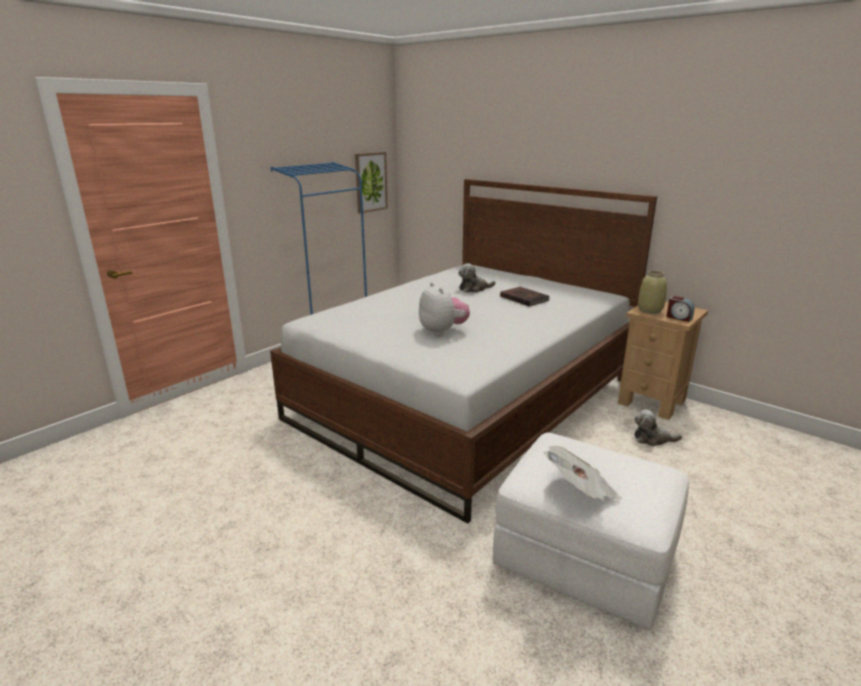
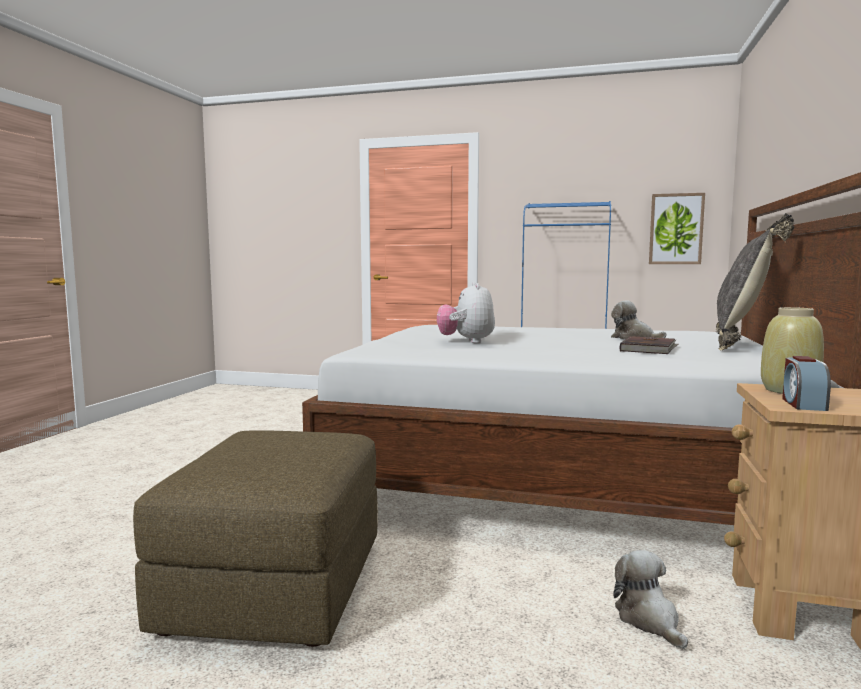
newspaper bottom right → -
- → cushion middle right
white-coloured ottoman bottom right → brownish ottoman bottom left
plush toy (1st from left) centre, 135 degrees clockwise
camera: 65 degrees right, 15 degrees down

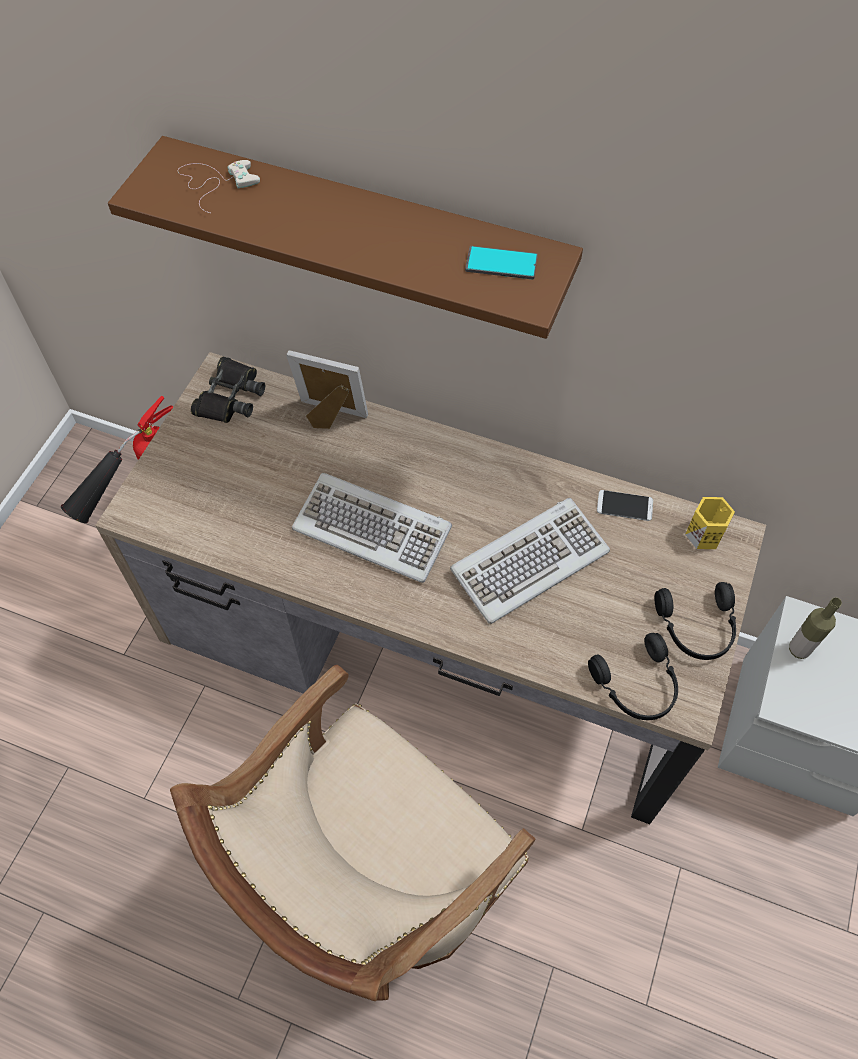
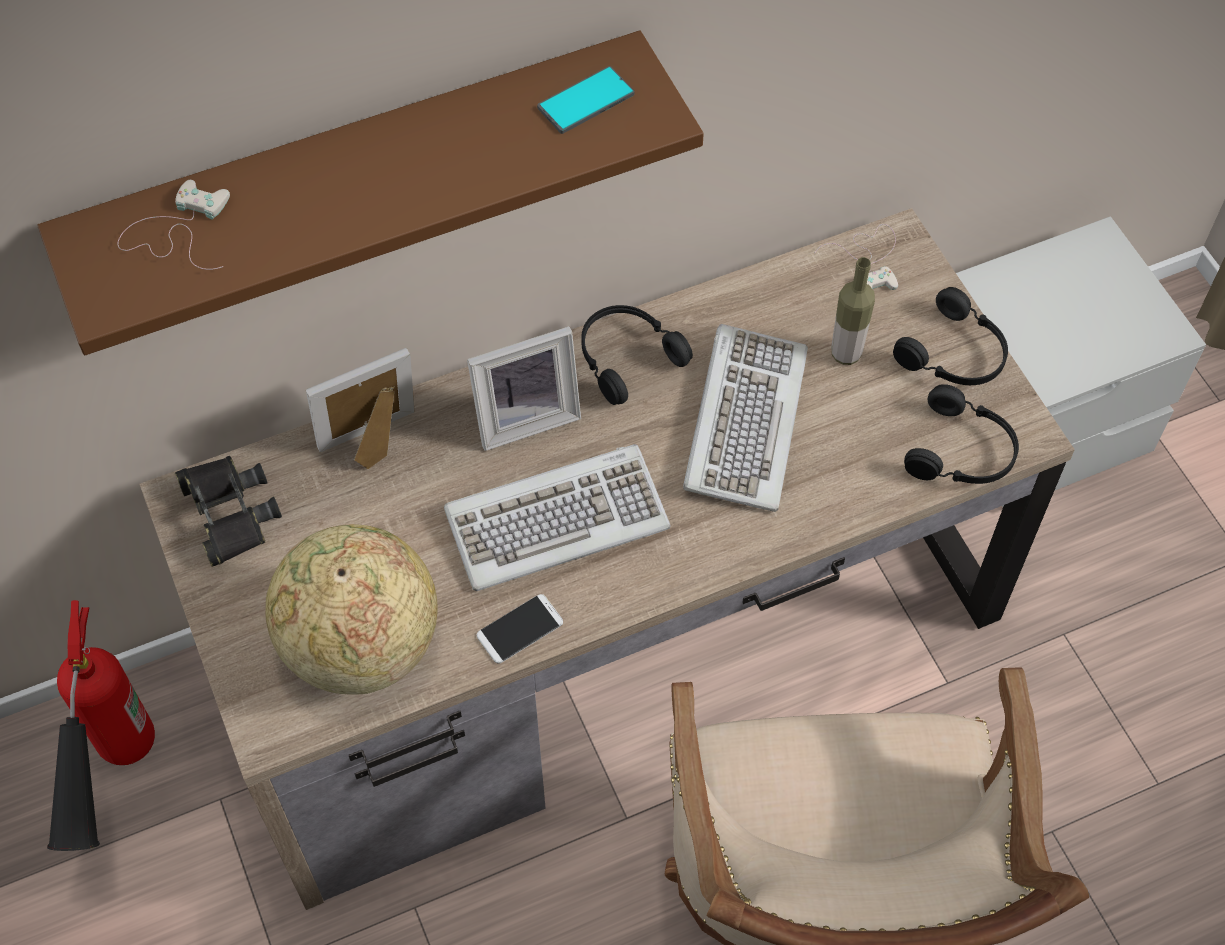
- → globe middle left
- → photo frame (2nd from left) centre
- → black pair of headphones (1st from left) centre
telephone (2nd from left in the first image) middle right → telephone (1st from left) centre, moved
bottle middle right → bottle top right, moved
yellow-coloured tea mug middle right → white-coloured joypad (2nd from left) top right
camera: 45 degrees left, 0 degrees up

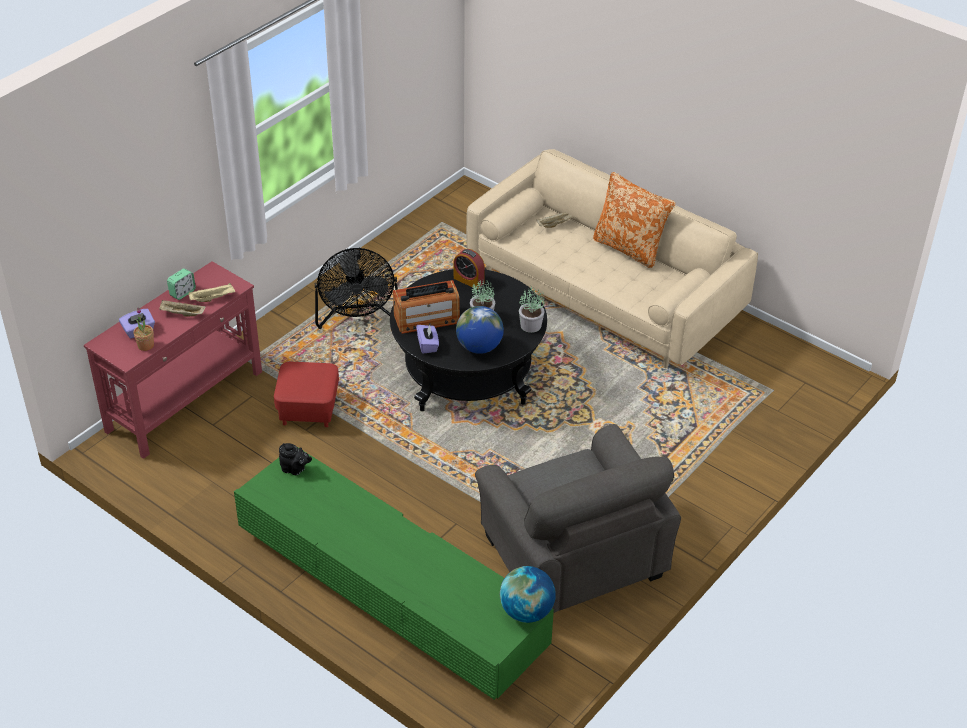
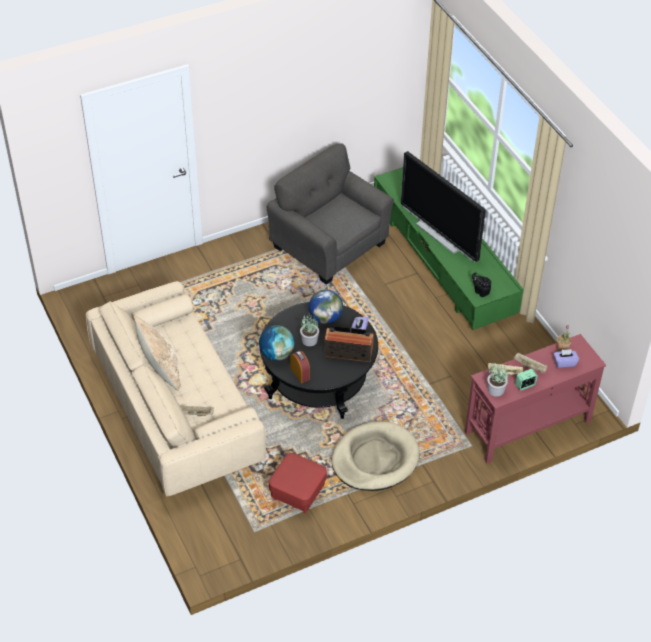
- → television top right
reddish ottoman middle left → reddish ottoman bottom centre, moved
globe (2nd from left in the first image) bottom centre → globe (1st from left) centre, moved
plant in a pot (3rd from left in the first image) centre → plant in a pot (2nd from left) middle right, moved
black fan centre → beige pet bed bottom centre
orange cushion top centre → beige cushion middle left
gray armchair bottom centre → gray armchair centre, 45 degrees counterclockwise
camera: 155 degrees left, 5 degrees up

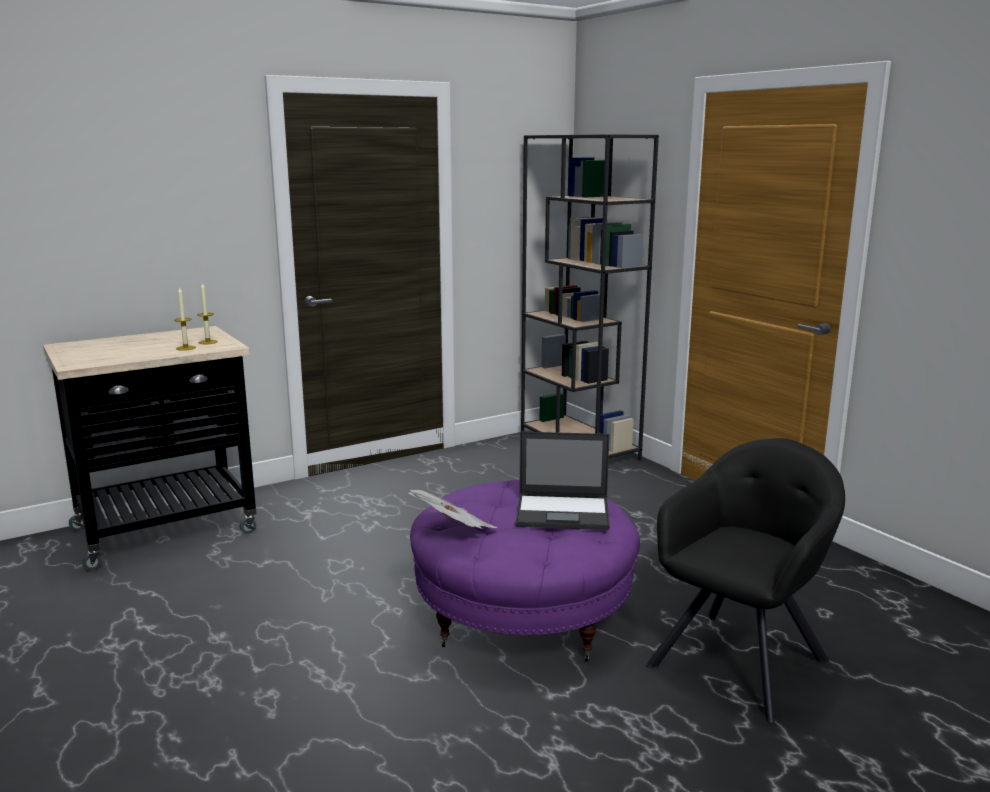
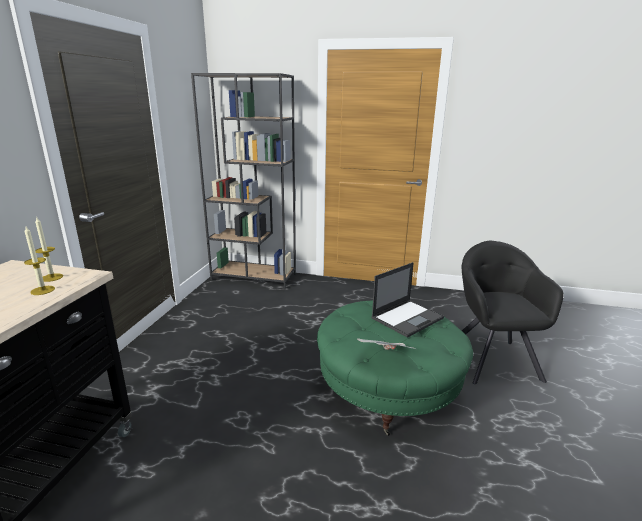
purplish ottoman bottom centre → greenish ottoman bottom centre
camera: 45 degrees left, 5 degrees up

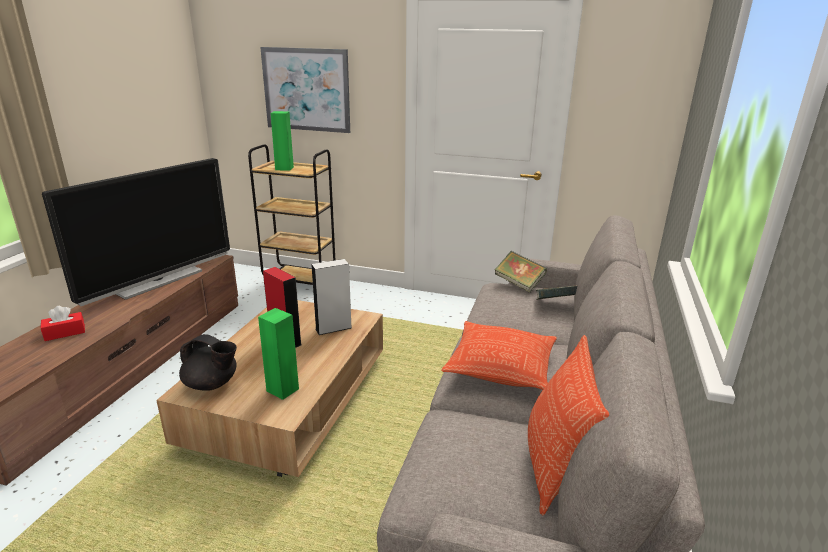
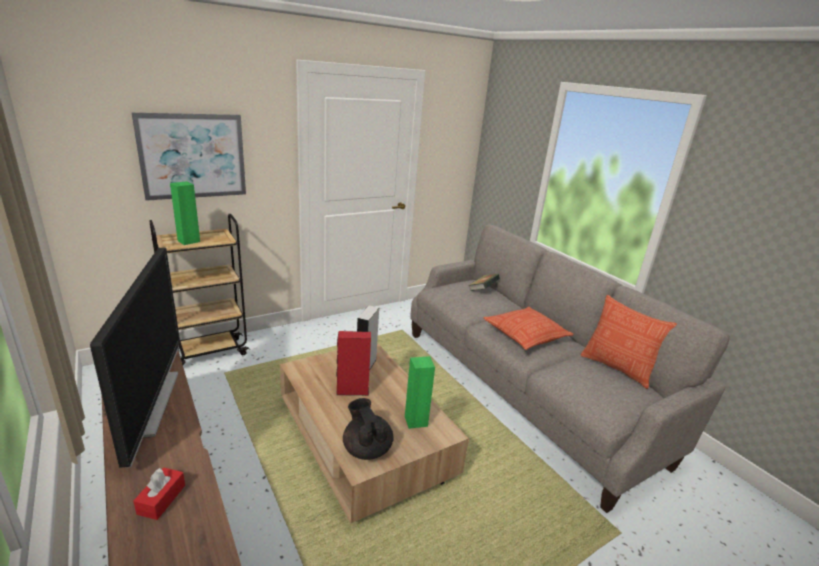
volume (1st from left) centre → -
black tea pot middle left → black tea pot bottom centre, 90 degrees counterclockwise
camera: 50 degrees left, 0 degrees up

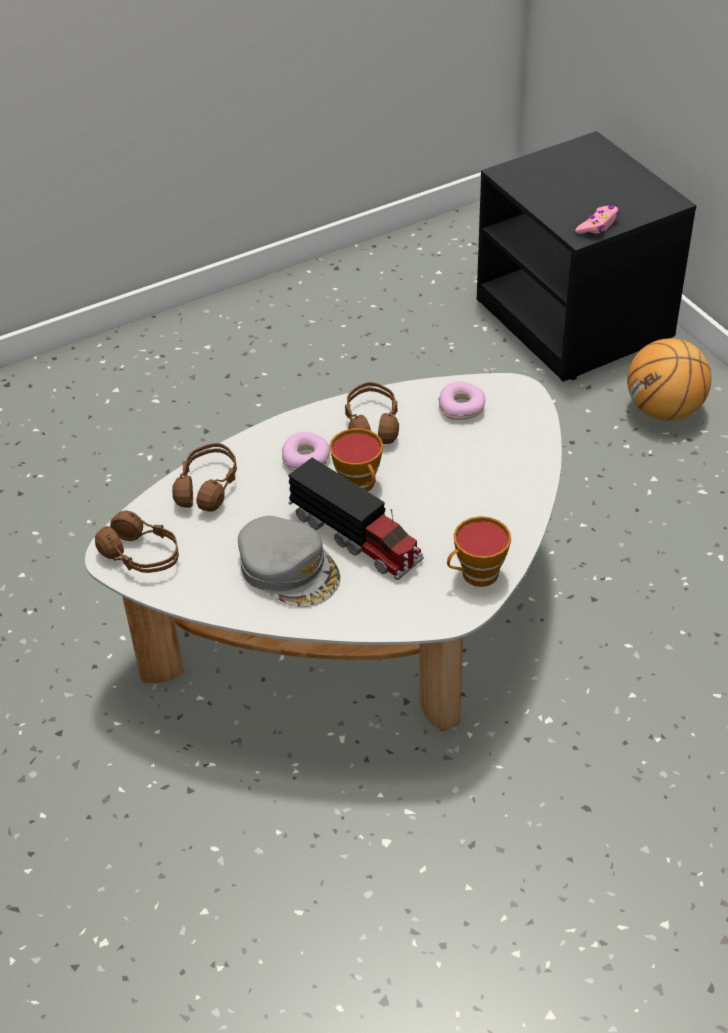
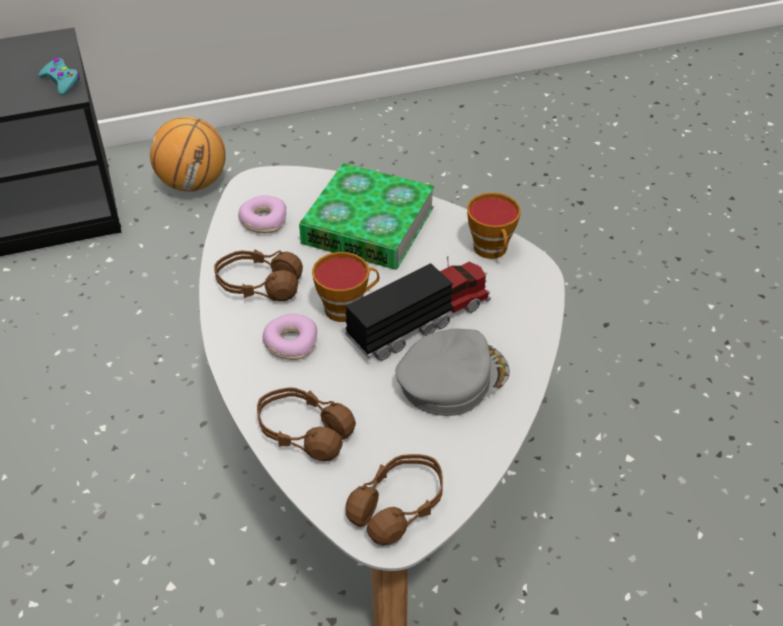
- → volume centre
pink-coloured joypad top right → turquoise joypad top left
camera: 80 degrees left, 0 degrees up

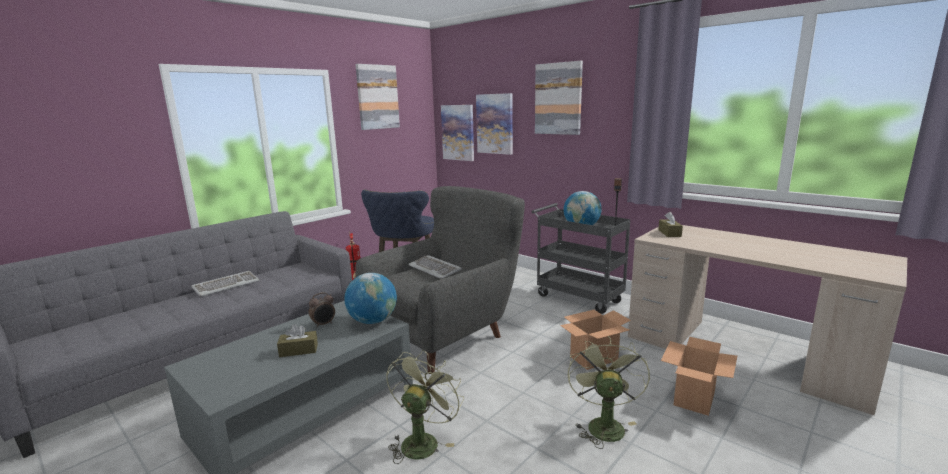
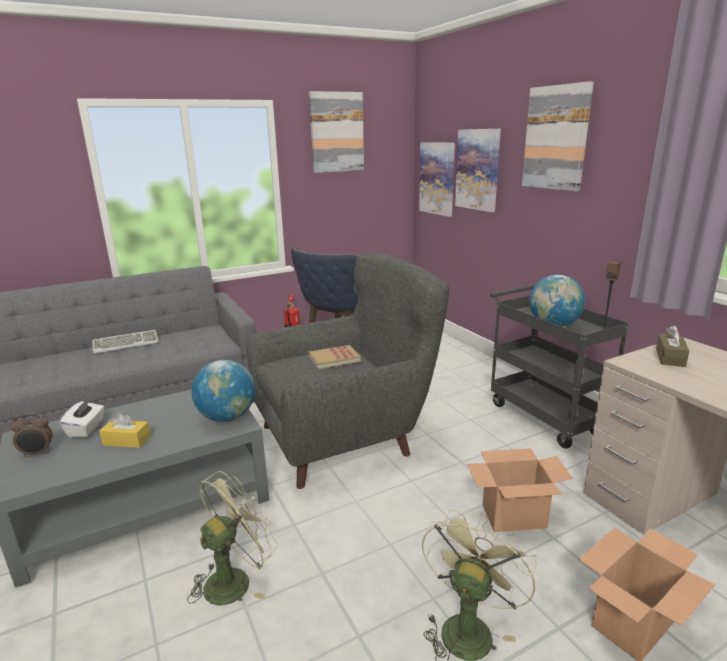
- → white-coloured tissue holder middle left
table clock centre → table clock middle left, moved
computer keyboard (2nd from left) centre → volume centre
brownish tissue holder (1st from left) bottom left → yellow-coloured tissue holder middle left
camera: 20 degrees right, 5 degrees up

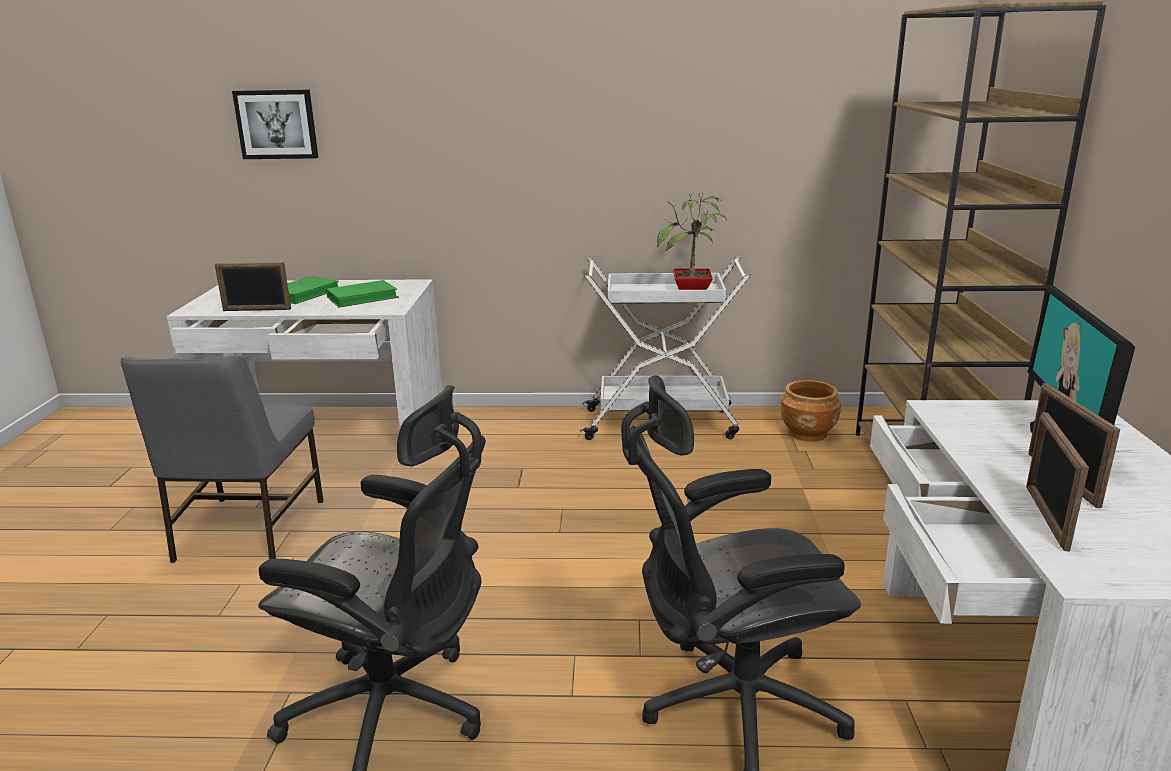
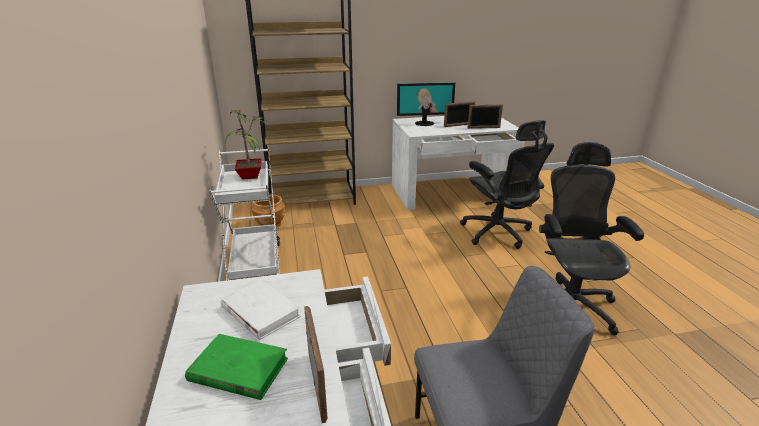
wall art top left → -
greenish volume (2nd from left) middle left → white-coloured volume bottom centre
camera: 105 degrees left, 5 degrees up

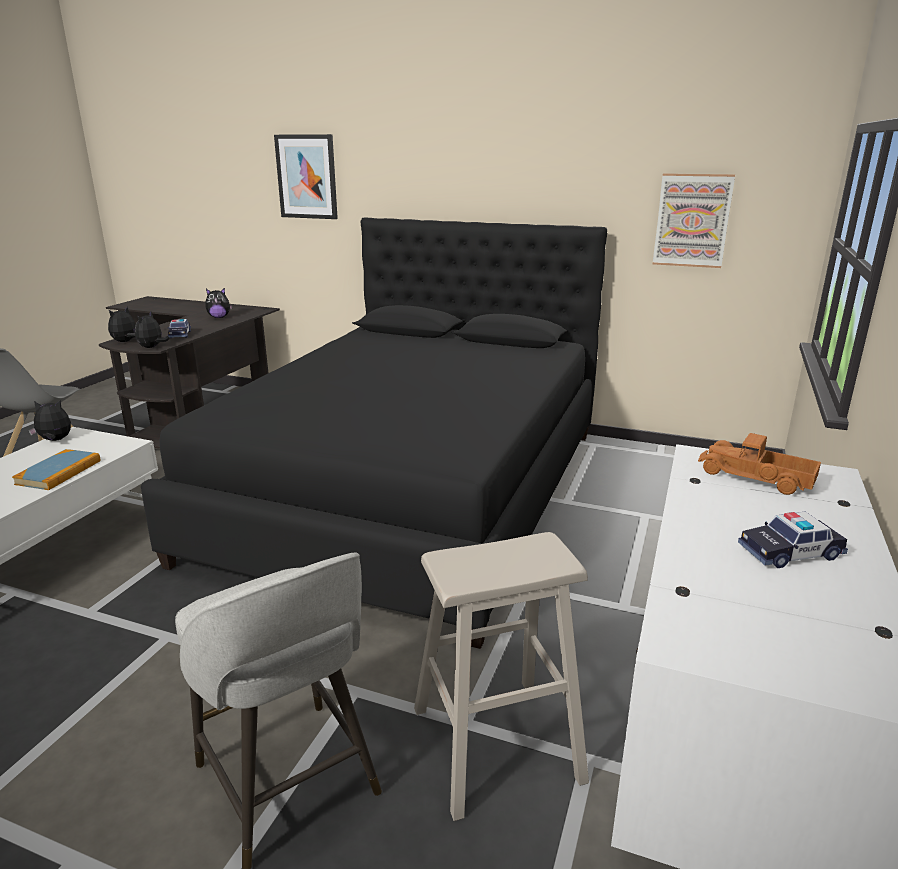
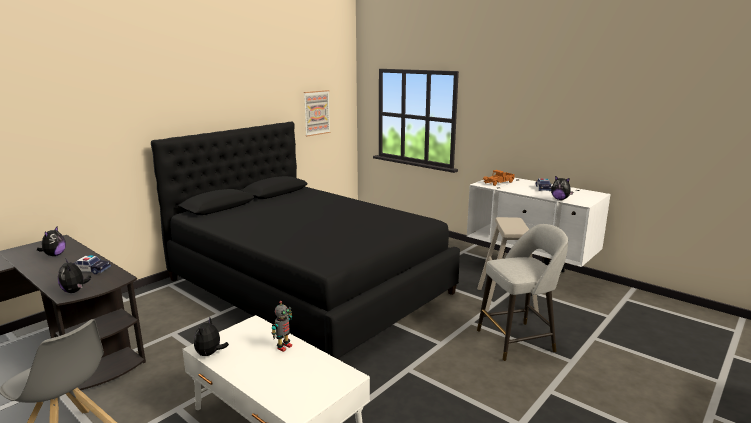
wall art (1st from left) top centre → -
plush toy (3rd from left in the first image) middle left → plush toy (4th from left) middle right, moved
volume middle left → robot figure bottom centre
camera: 70 degrees left, 5 degrees down

